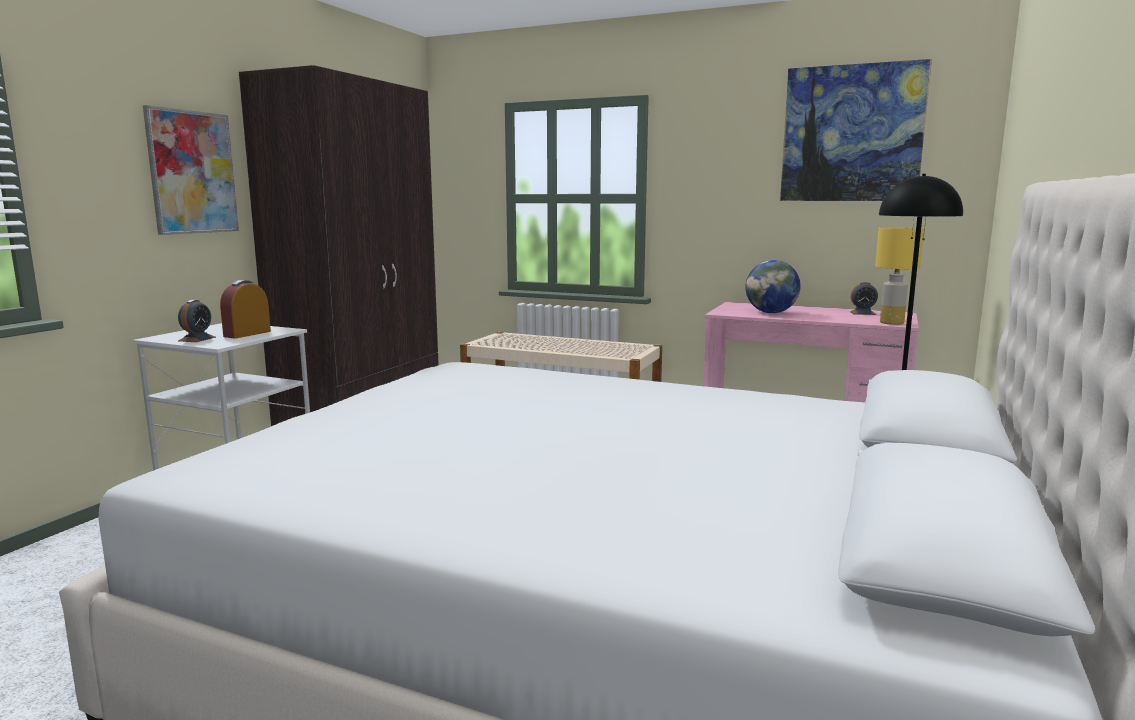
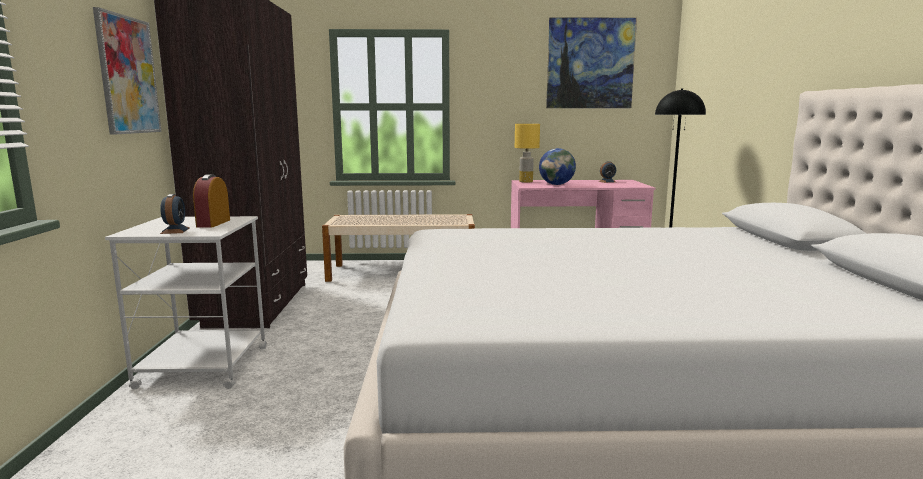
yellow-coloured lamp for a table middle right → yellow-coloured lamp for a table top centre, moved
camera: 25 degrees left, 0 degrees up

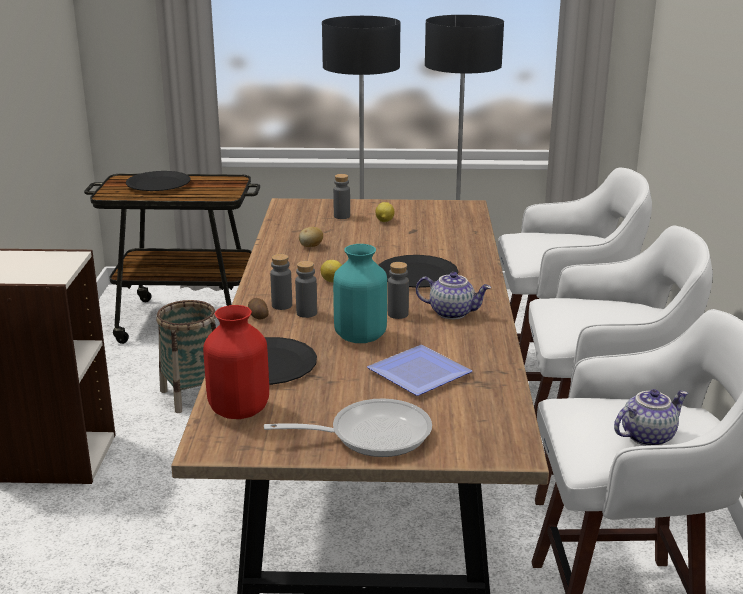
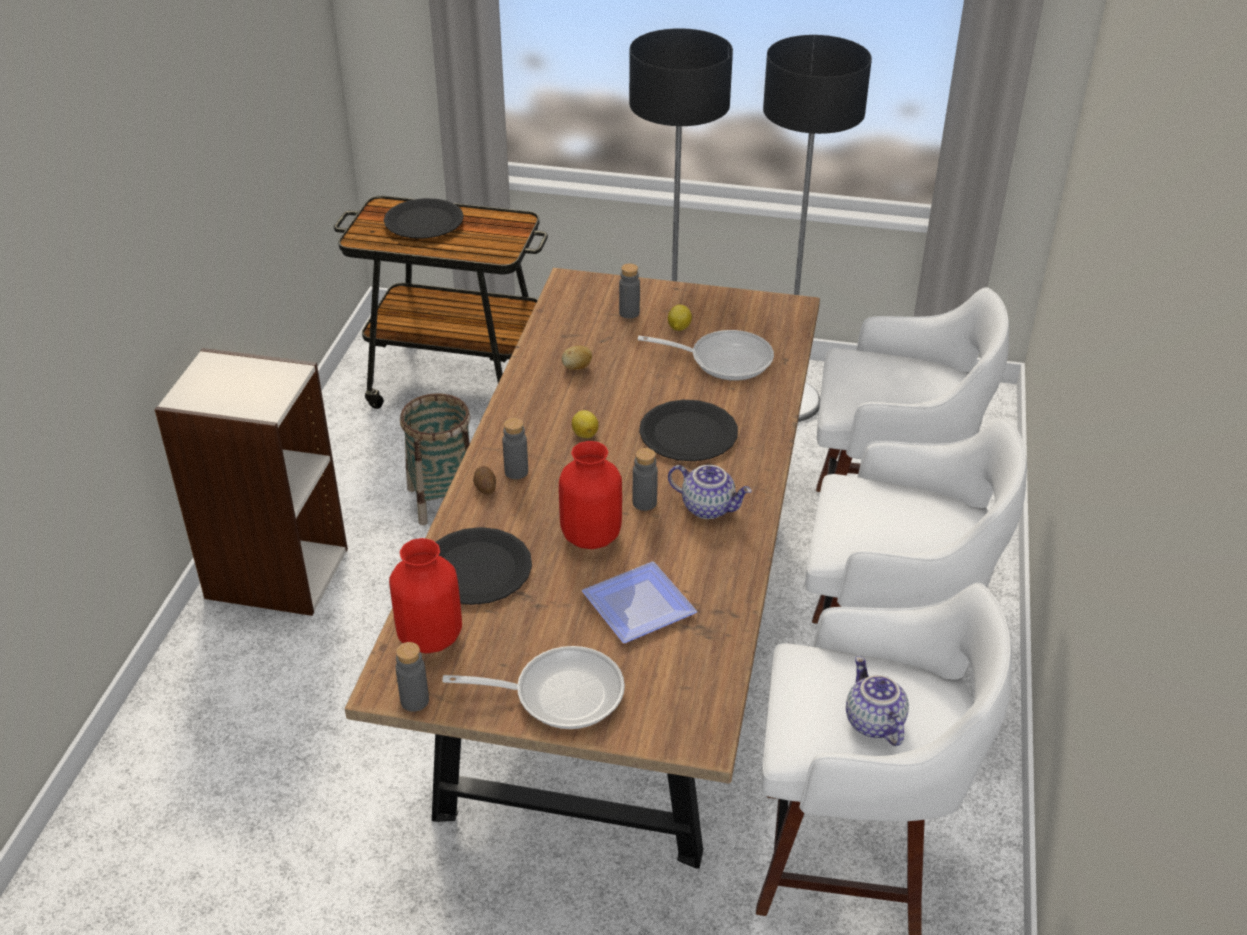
- → pan (2nd from left) centre
gray bottle (2nd from left in the first image) centre → gray bottle (1st from left) bottom left, moved
turquoise vase centre → reddish vase (2nd from left) centre
tea pot (2nd from left) bottom right, 90 degrees counterclockwise
camera: 10 degrees right, 15 degrees up

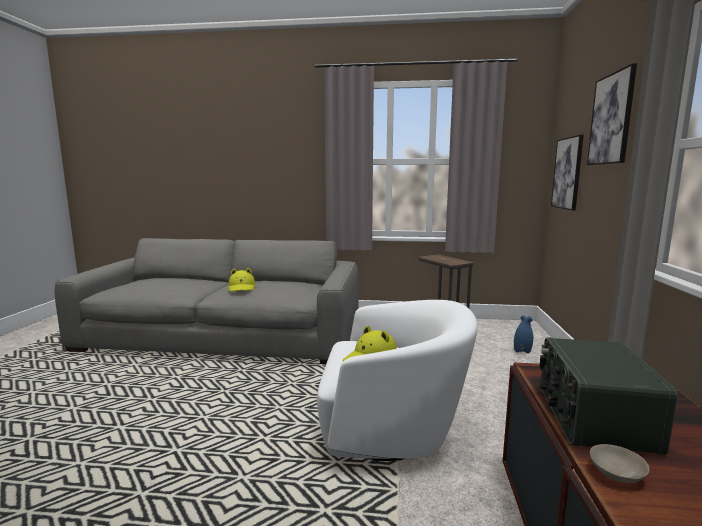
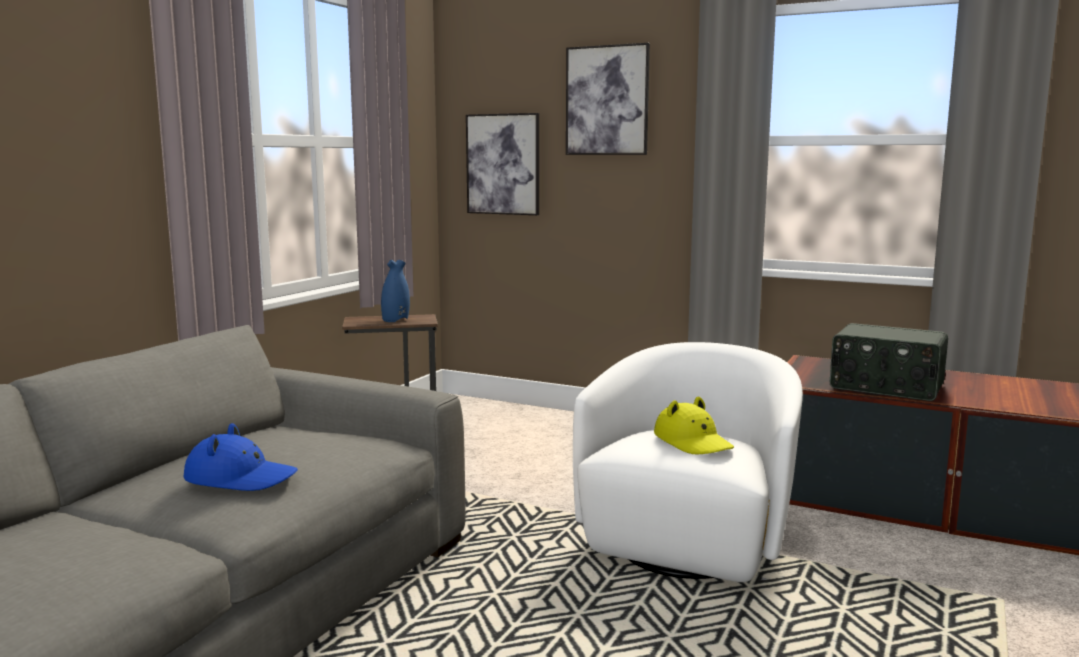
beige serving bowl bottom right → -
blue-coloured vase middle right → blue-coloured vase centre, moved
yellow-coloured clothing hat (1st from left) centre → blue-coloured clothing hat bottom left
camera: 70 degrees left, 0 degrees up

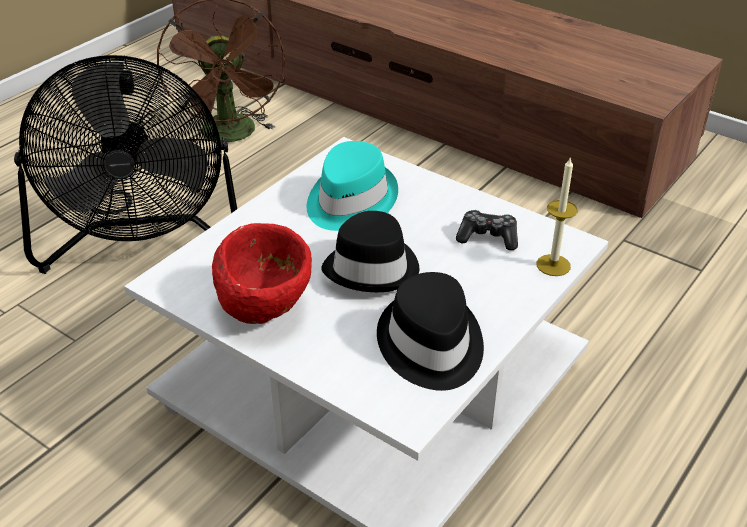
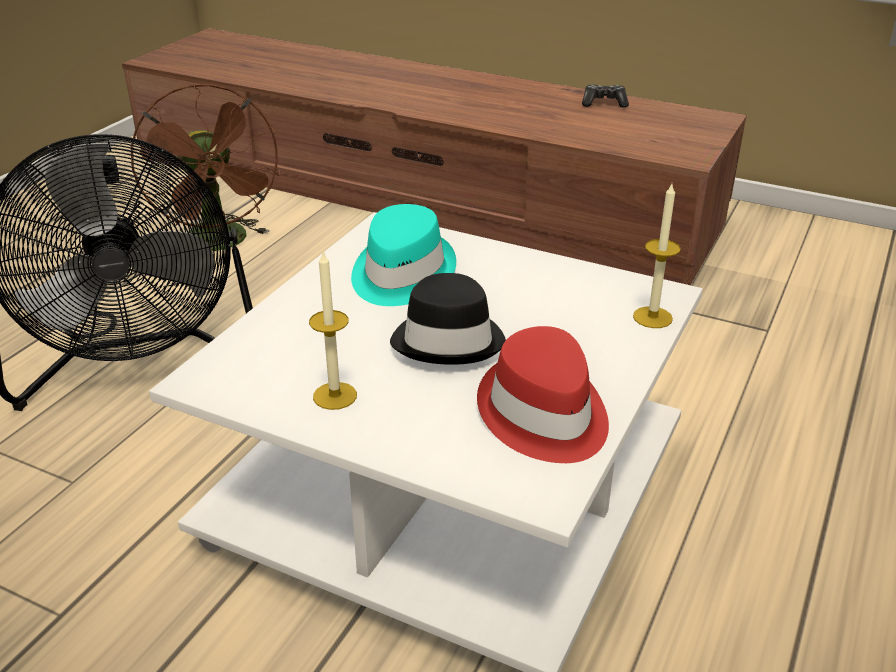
joypad centre → joypad top right, moved
reddish serving bowl centre → wax light (1st from left) centre
black clothing hat (2nd from left) centre → reddish clothing hat centre
camera: 10 degrees left, 5 degrees down

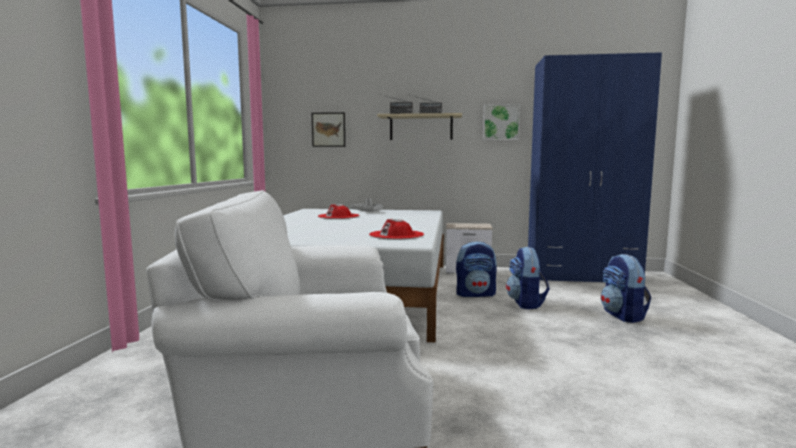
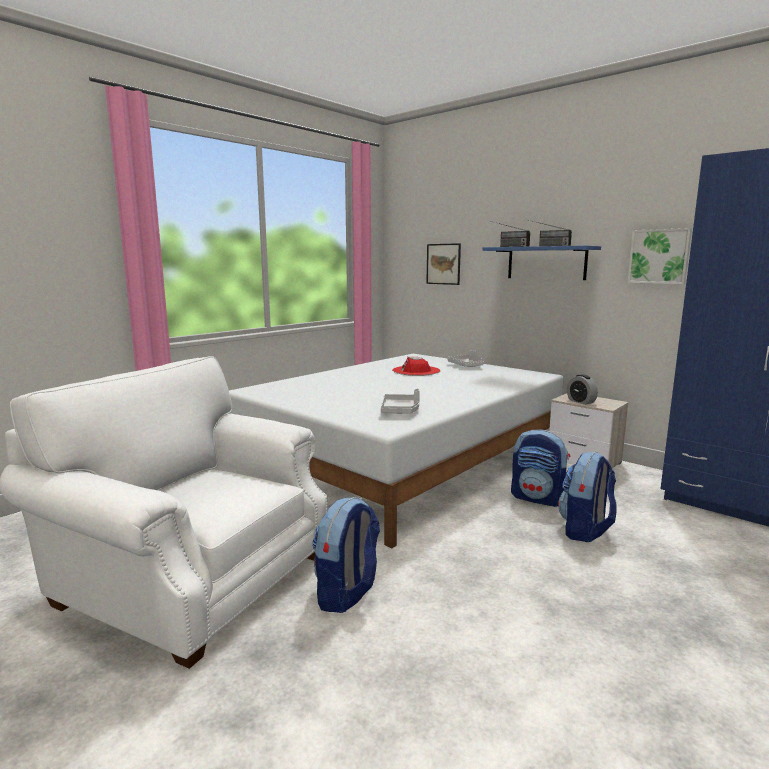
- → table clock middle right
rucksack (3rd from left in the first image) middle right → rucksack (1st from left) bottom centre, moved
reddish clothing hat (2nd from left) centre → gray carrying tray (1st from left) centre
beige bracket shelf top centre → blue-coloured bracket shelf middle right
camera: 35 degrees right, 5 degrees up

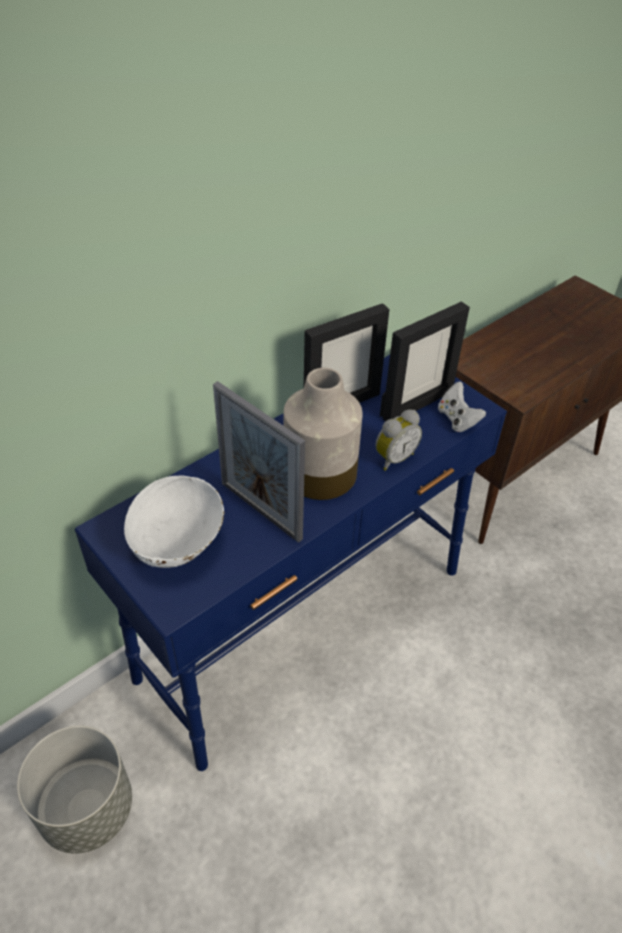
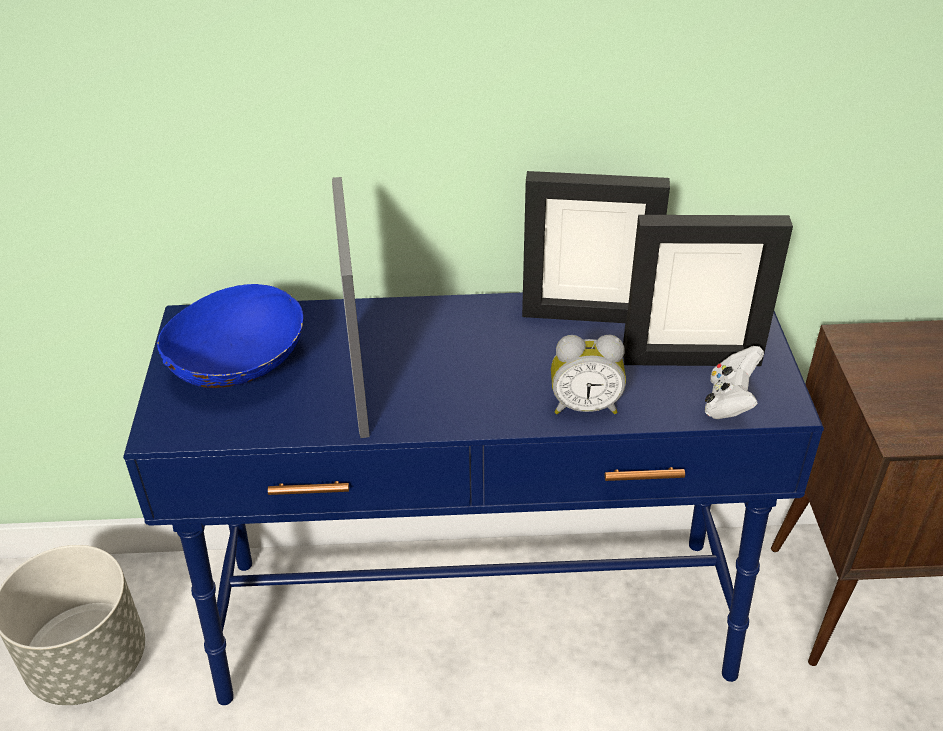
beige vase centre → -
white-coloured serving bowl middle left → blue-coloured serving bowl middle left
camera: 40 degrees right, 5 degrees down

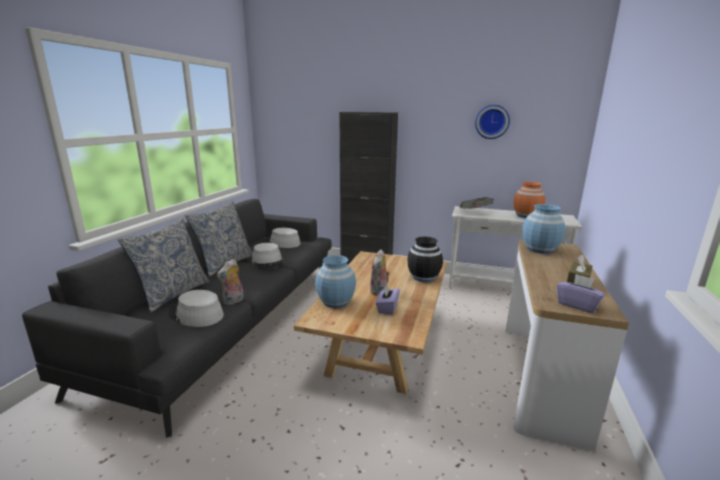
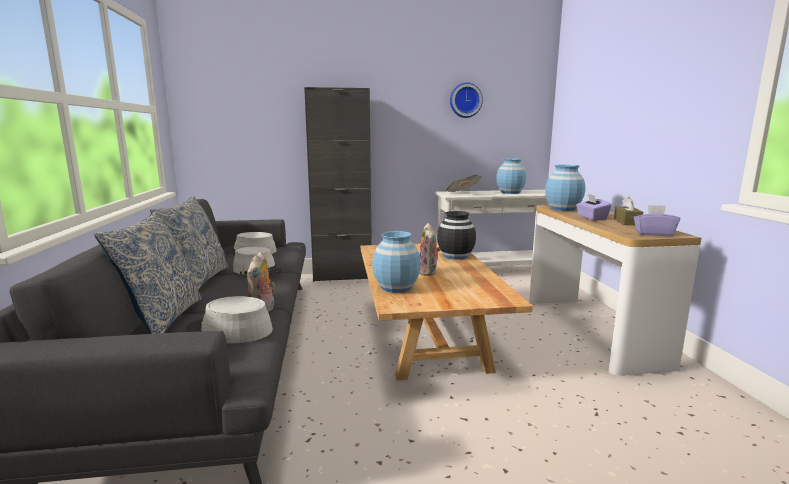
purplish tissue holder (1st from left) centre → purplish tissue holder (1st from left) middle right, moved
orange vase middle right → blue-coloured vase (2nd from left) centre
camera: 25 degrees left, 5 degrees down

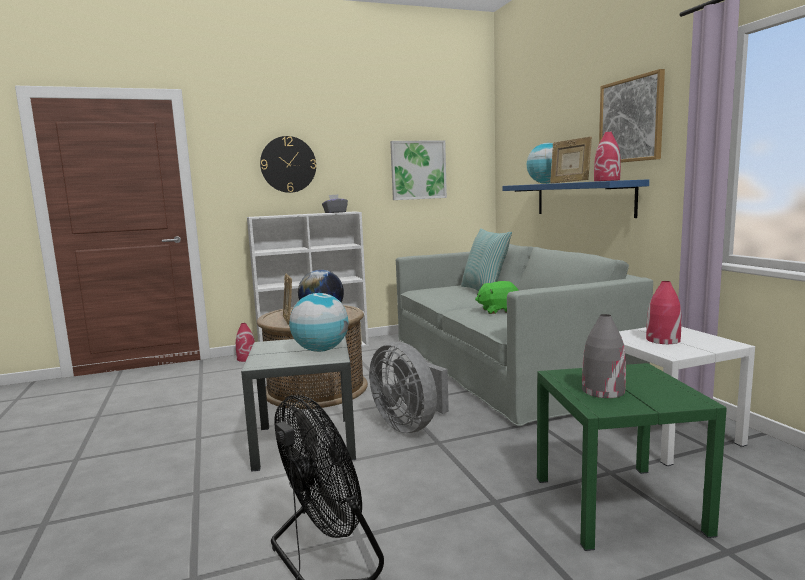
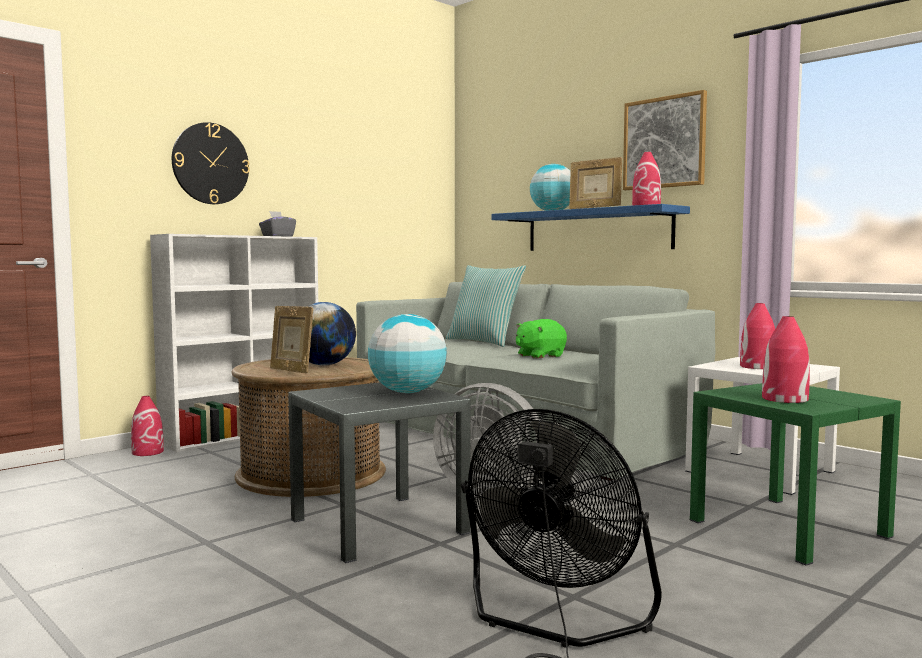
wall art (1st from left) top centre → -
gray vase middle right → reddish vase (4th from left) middle right
camera: 25 degrees left, 5 degrees down

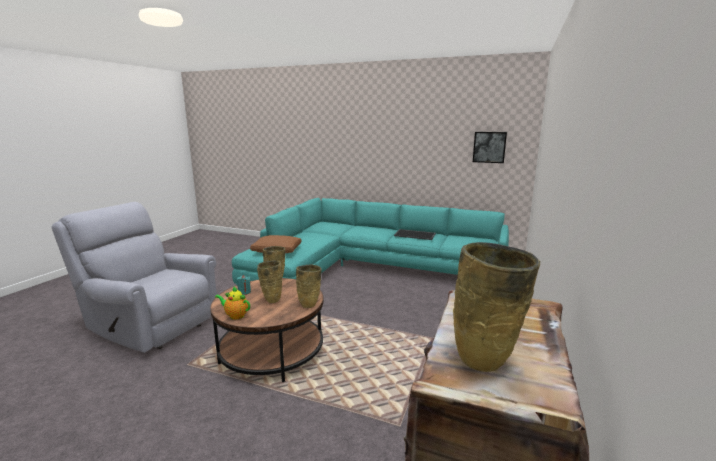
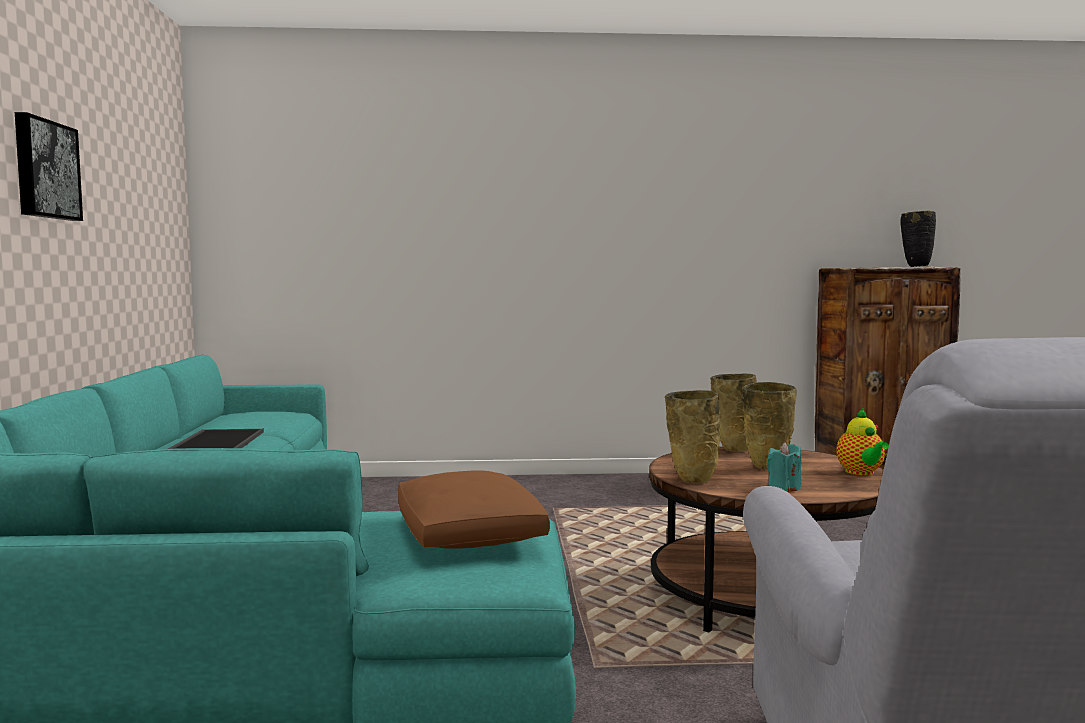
wall art top right → wall art top left, moved
beige vase (4th from left) middle right → black vase top right
camera: 115 degrees left, 10 degrees down

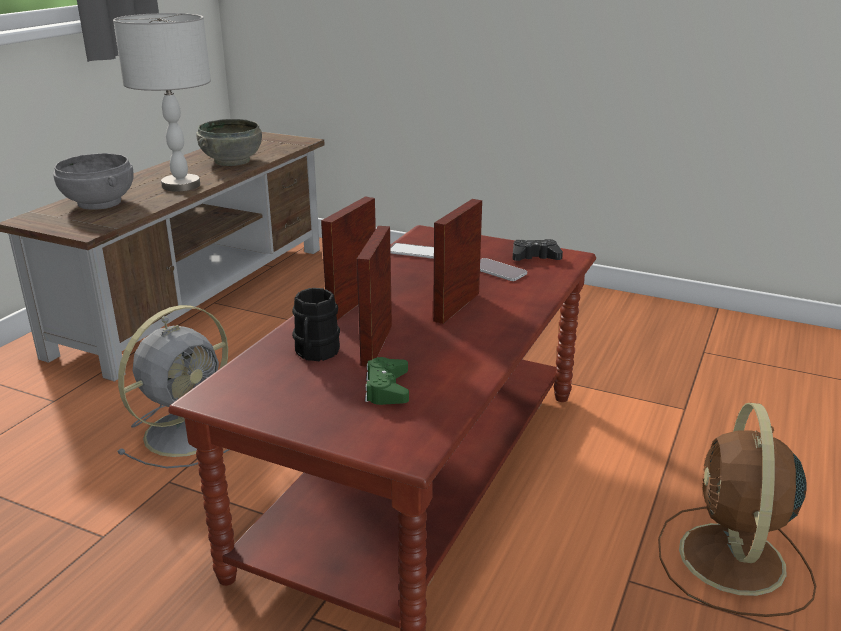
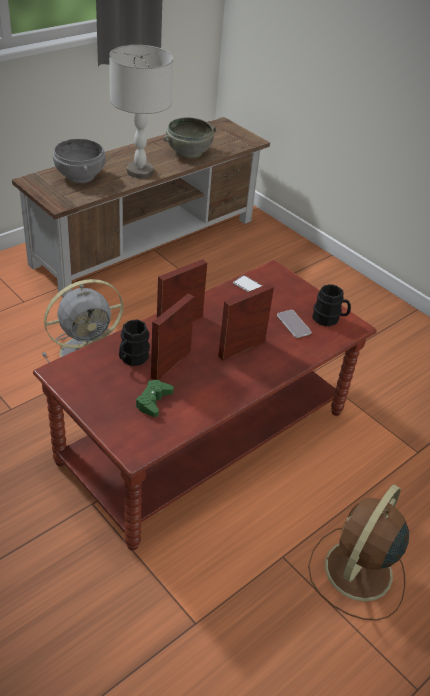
black joypad centre → black tea mug (2nd from left) middle right
camera: 20 degrees right, 15 degrees up

